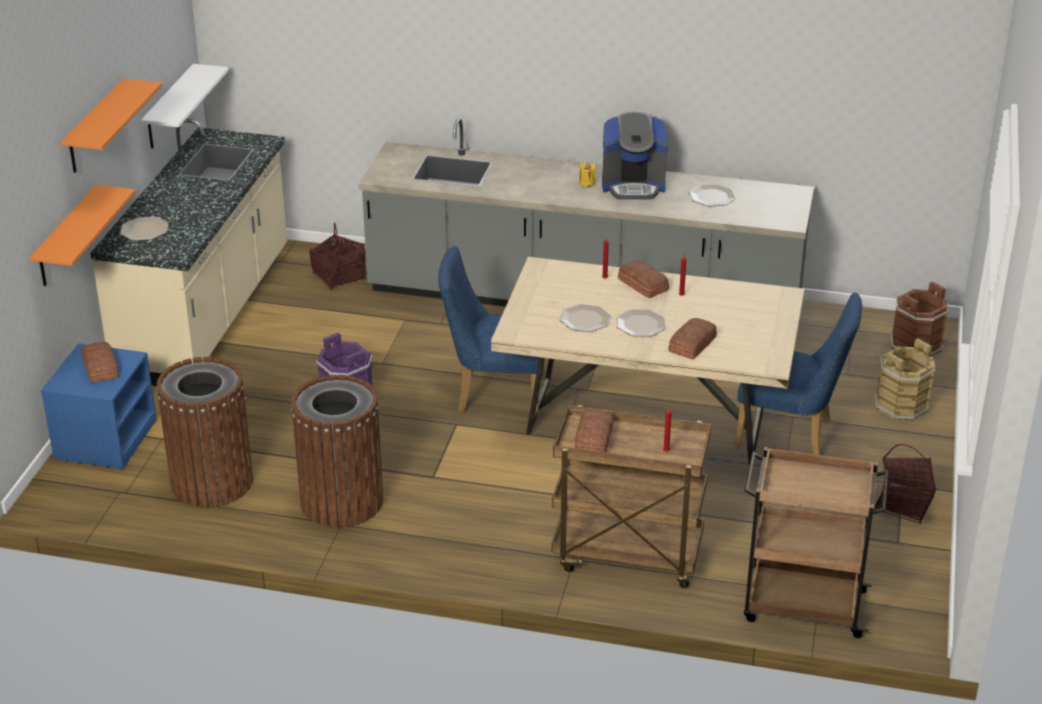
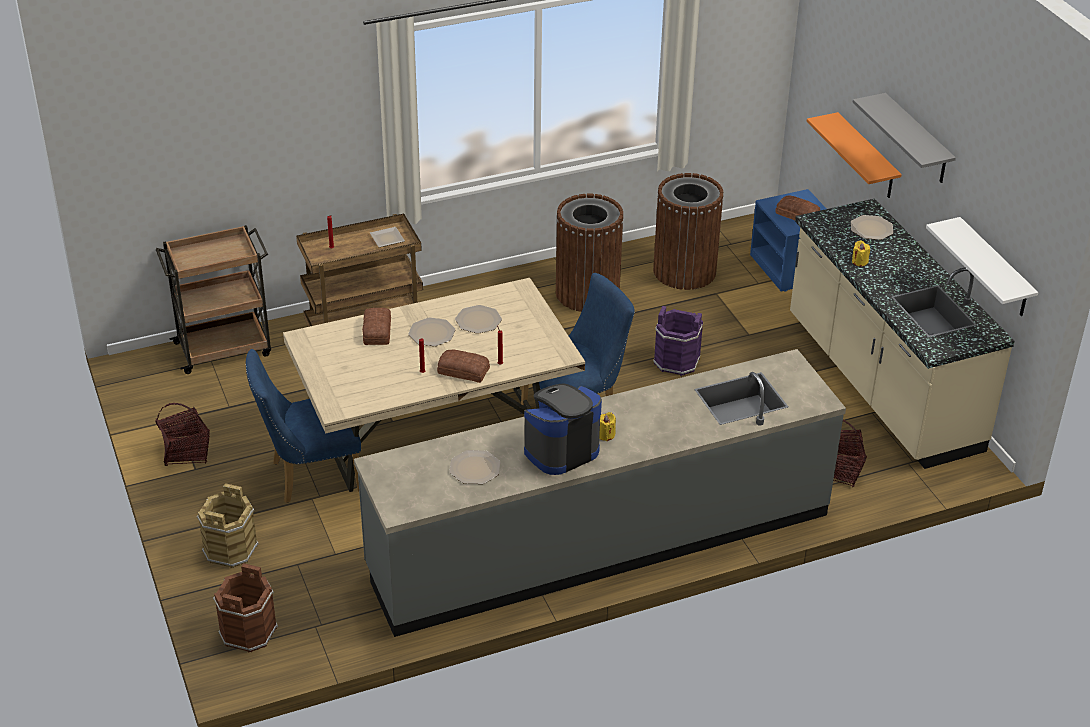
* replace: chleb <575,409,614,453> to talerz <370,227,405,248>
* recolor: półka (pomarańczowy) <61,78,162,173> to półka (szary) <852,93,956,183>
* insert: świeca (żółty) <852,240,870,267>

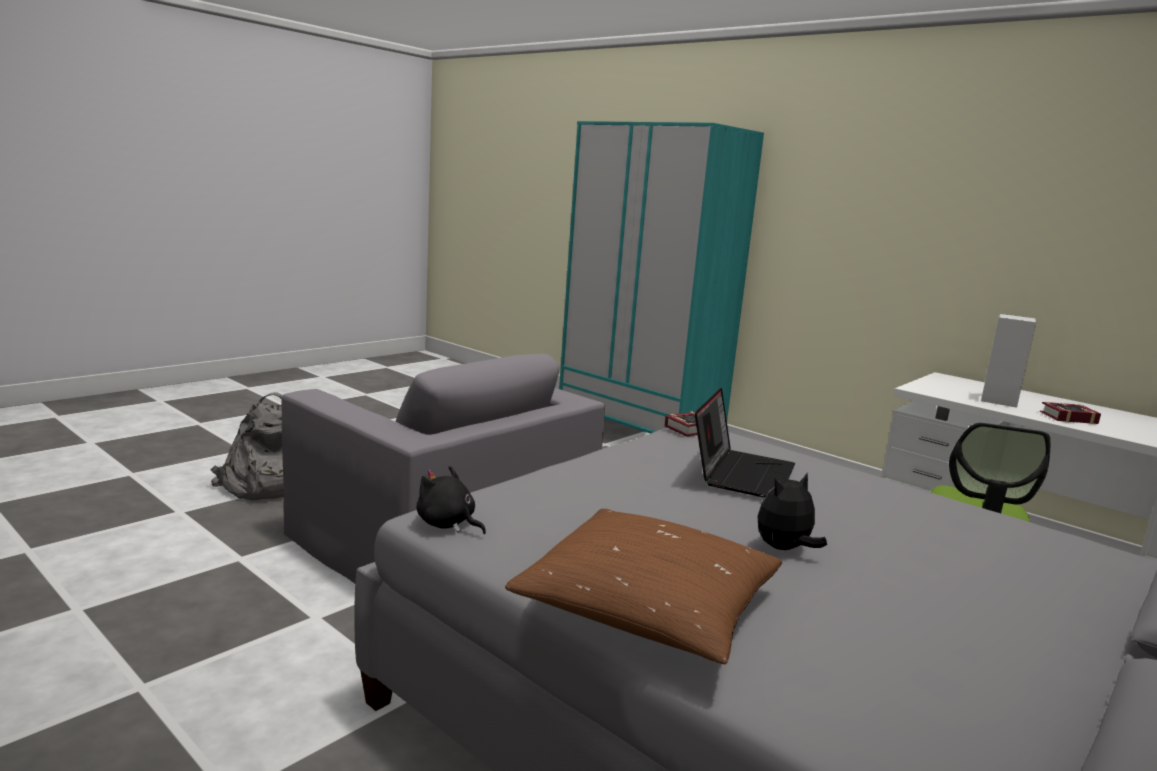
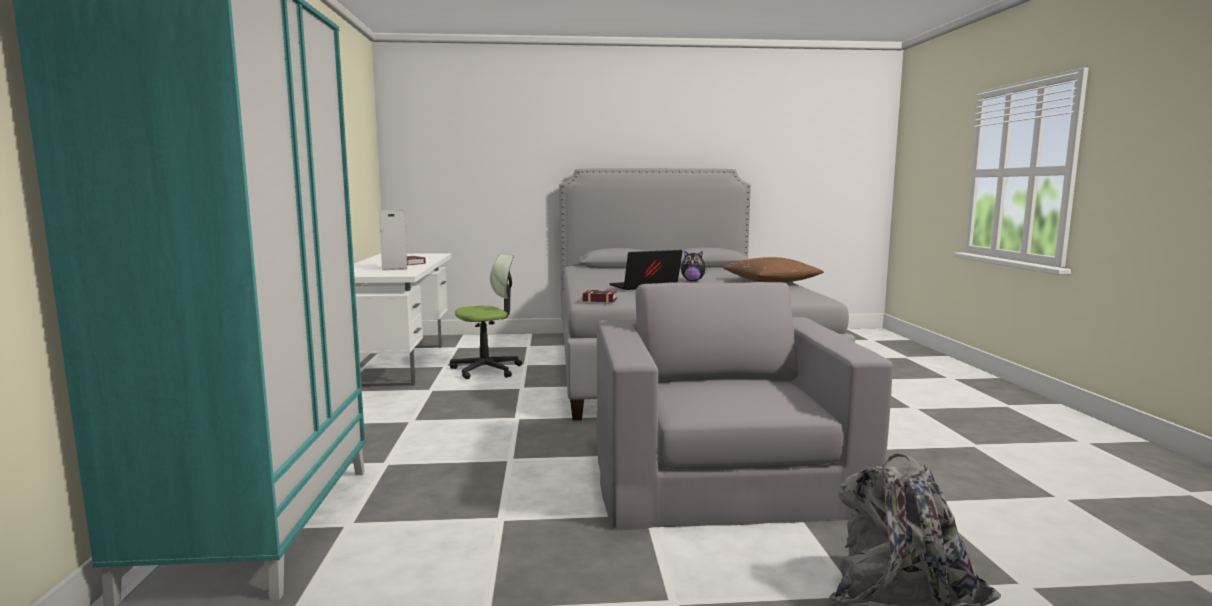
* delete: pluszak (czarny) <417,466,486,534>

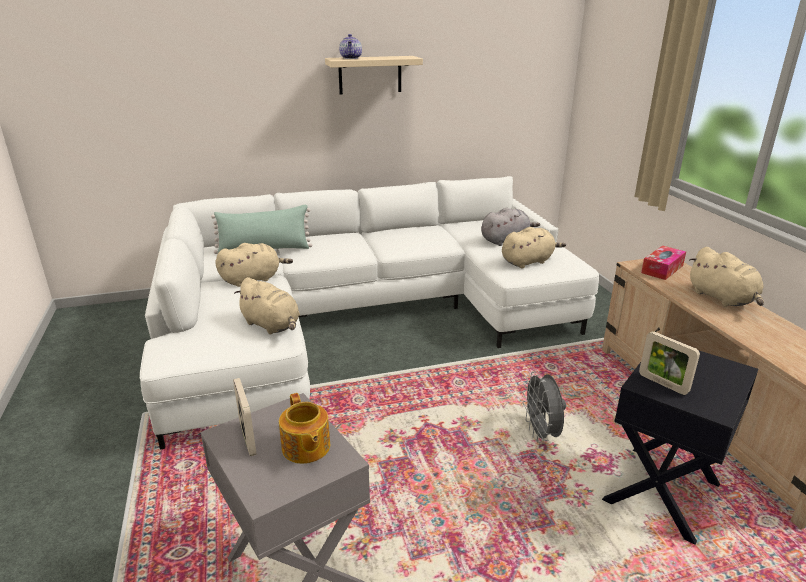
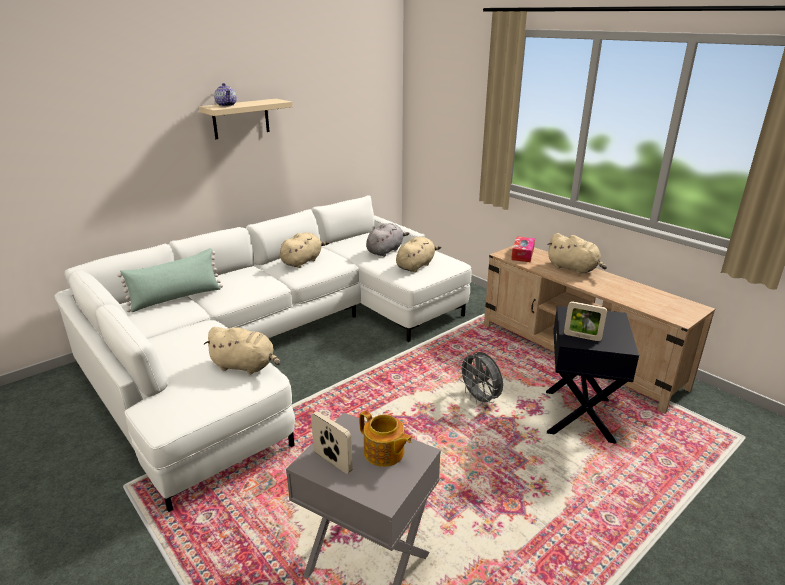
* move: pluszak (beżowy) <215,243,293,287> to <280,232,329,268>

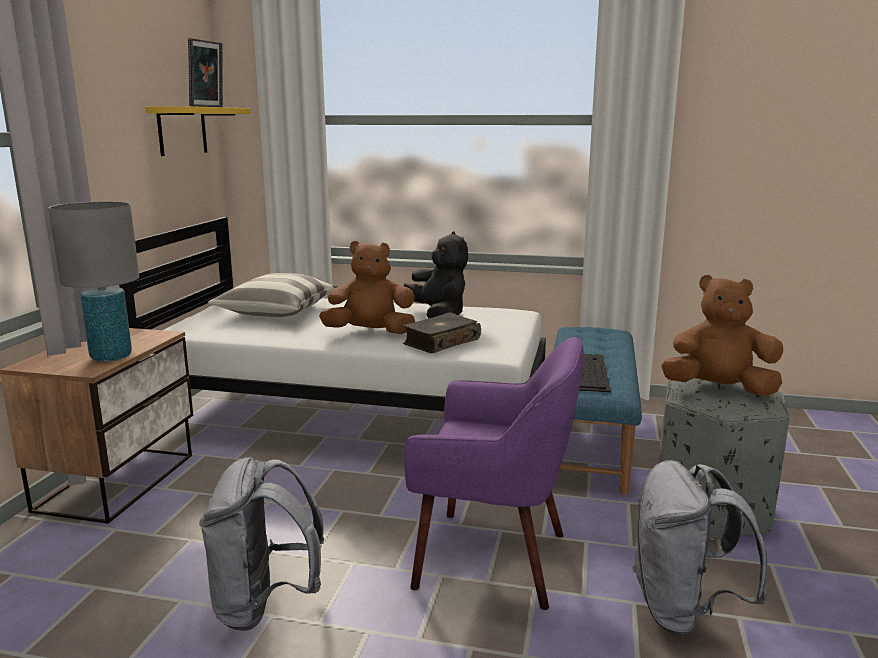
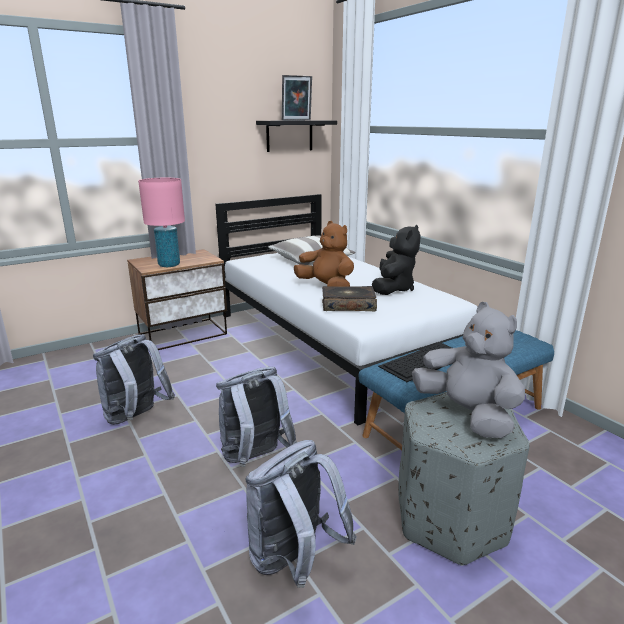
* recolor: lampa stołowa (szary) <48,201,139,362> to lampa stołowa (różowy) <138,178,185,267>
* replace: fotel (fioletowy) <404,337,584,610> to plecak (szary) <216,367,297,467>
* recolor: półka (żółty) <145,106,251,156> to półka (czarny) <256,120,337,152>
* recolor: pluszak (brązowy) <661,275,783,396> to pluszak (szary) <412,302,525,438>

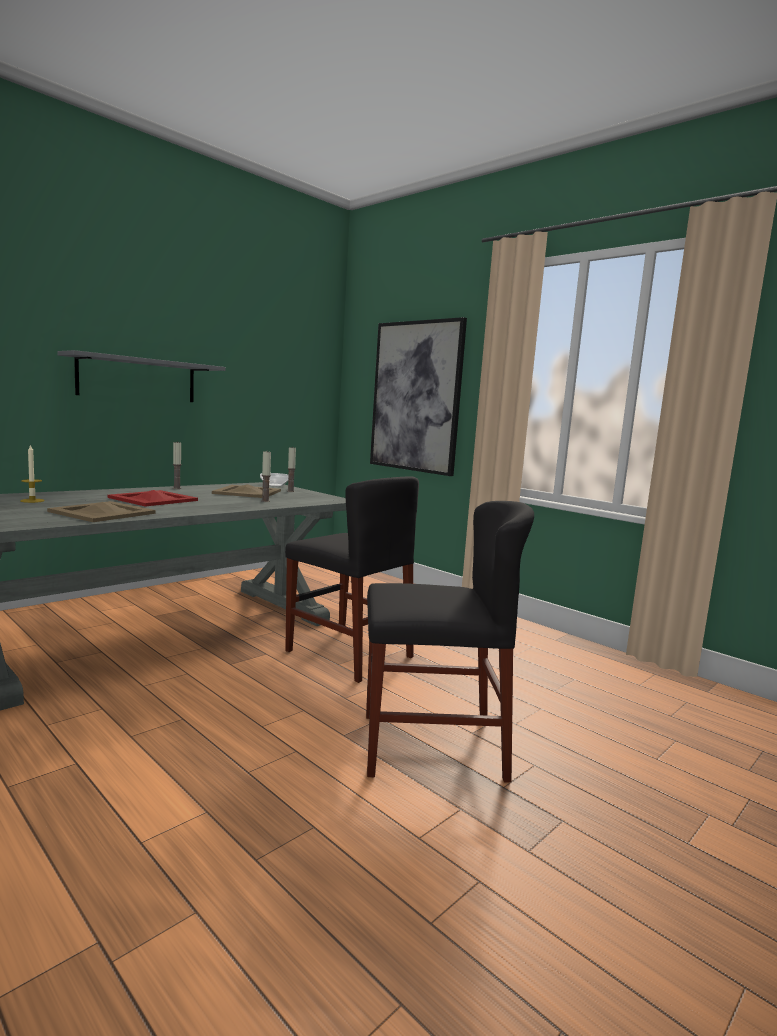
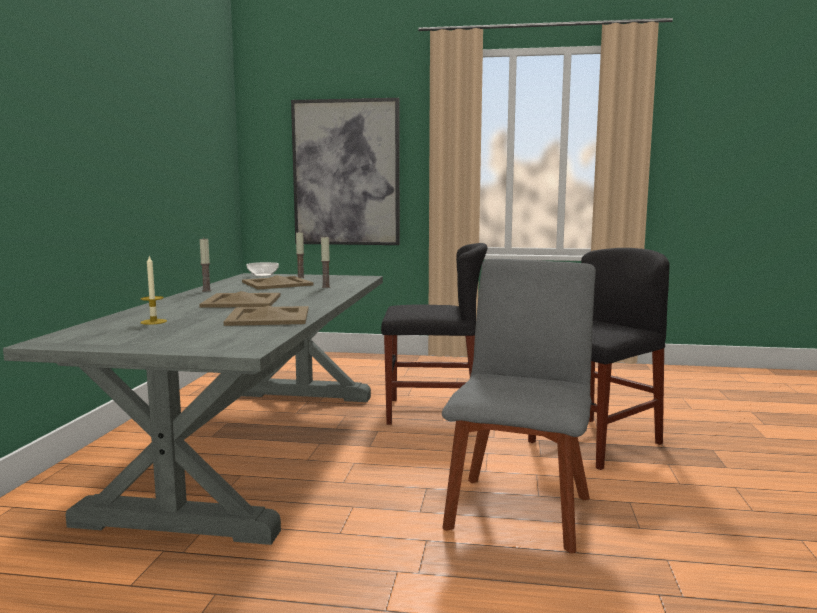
* recolor: taca (czerwony) <108,490,198,507> to taca (beżowy) <199,291,281,308>
* insert: krzesło (szary) <442,259,596,553>
* delete: półka (szary) <58,350,226,402>

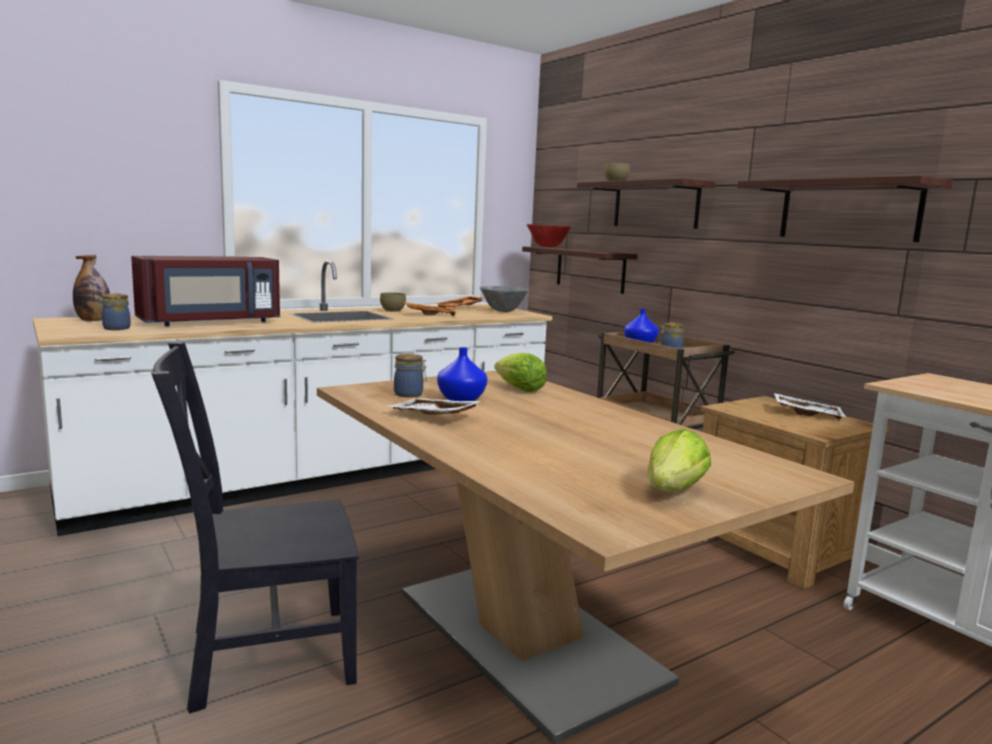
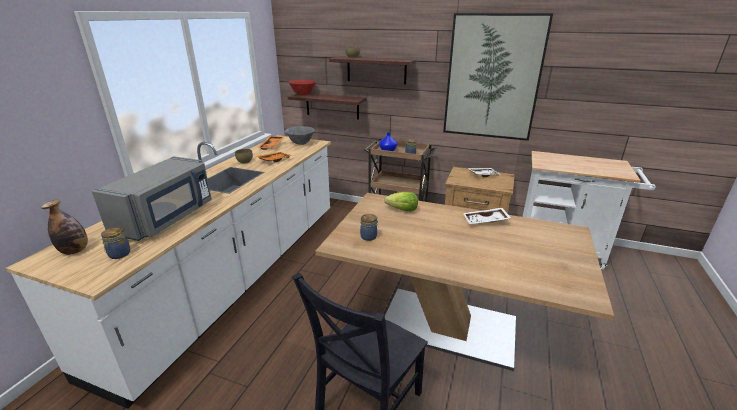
* recolor: mikrofalówka (czerwony) <131,256,280,326> to mikrofalówka (szary) <92,156,212,241>
* replace: półka <737,175,953,242> to obraz <443,13,553,141>
* move: taca (biały) <388,398,483,415> to <463,207,511,224>
* delete: wazon (niebieski) <437,347,488,401>
* delete: sałata <647,429,711,492>

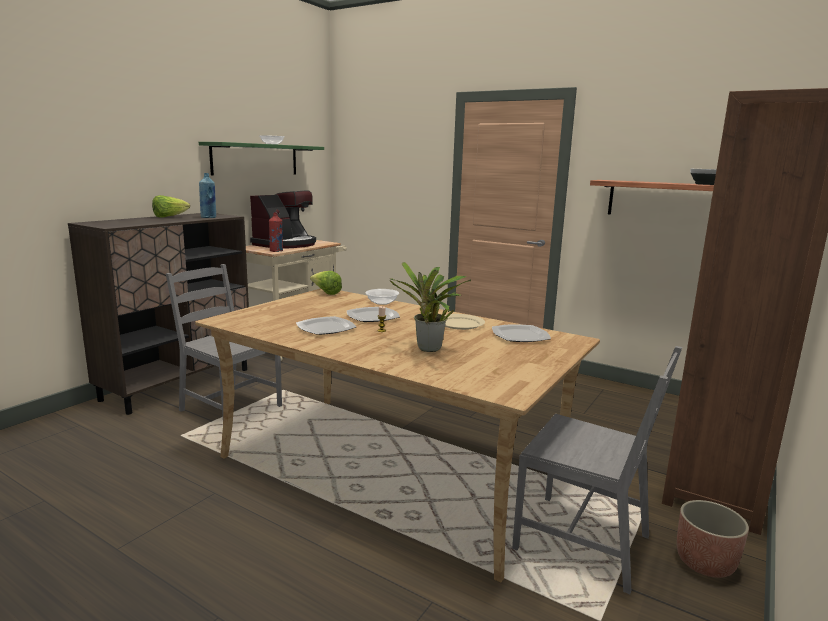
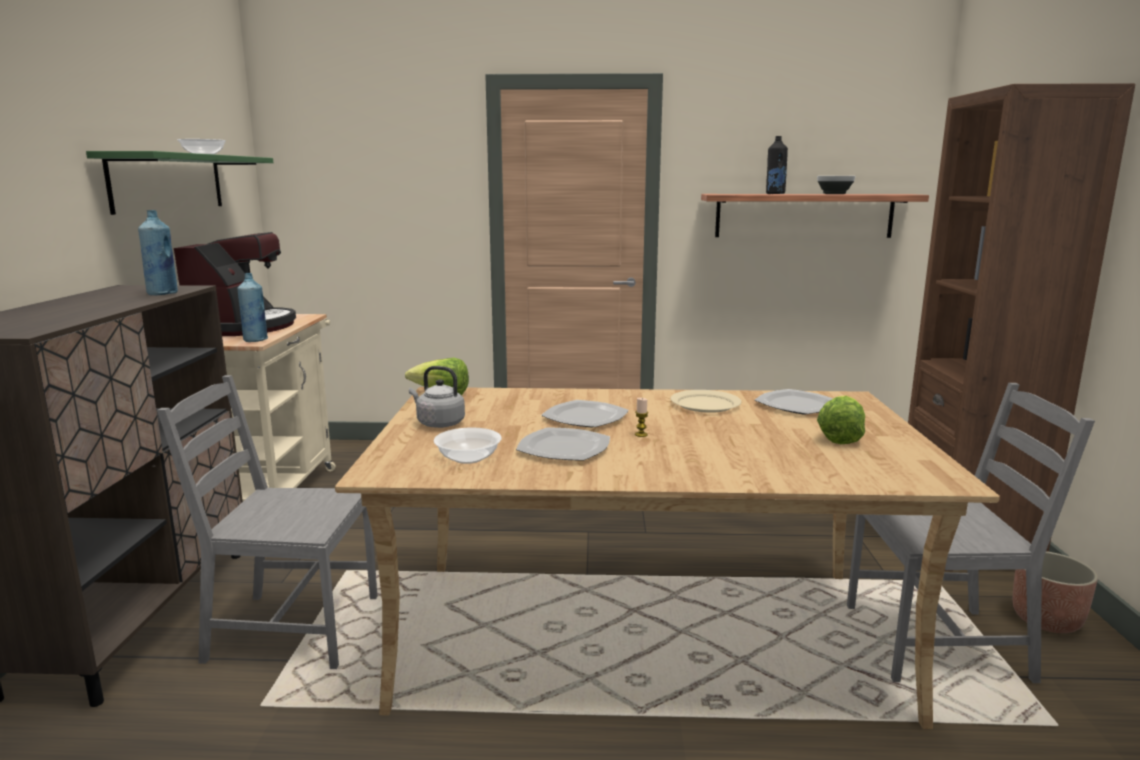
* recolor: butelka (czerwony) <269,212,283,252> to butelka (niebieski) <237,273,268,342>
* insert: czajnik (szary) <409,366,465,428>
* move: miska <365,289,399,305> to <434,428,502,464>
* insert: butelka (czarny) <766,136,788,194>
* move: sałata <152,195,190,218> to <817,395,865,444>
* delete: roślina doniczkowa <390,262,471,352>

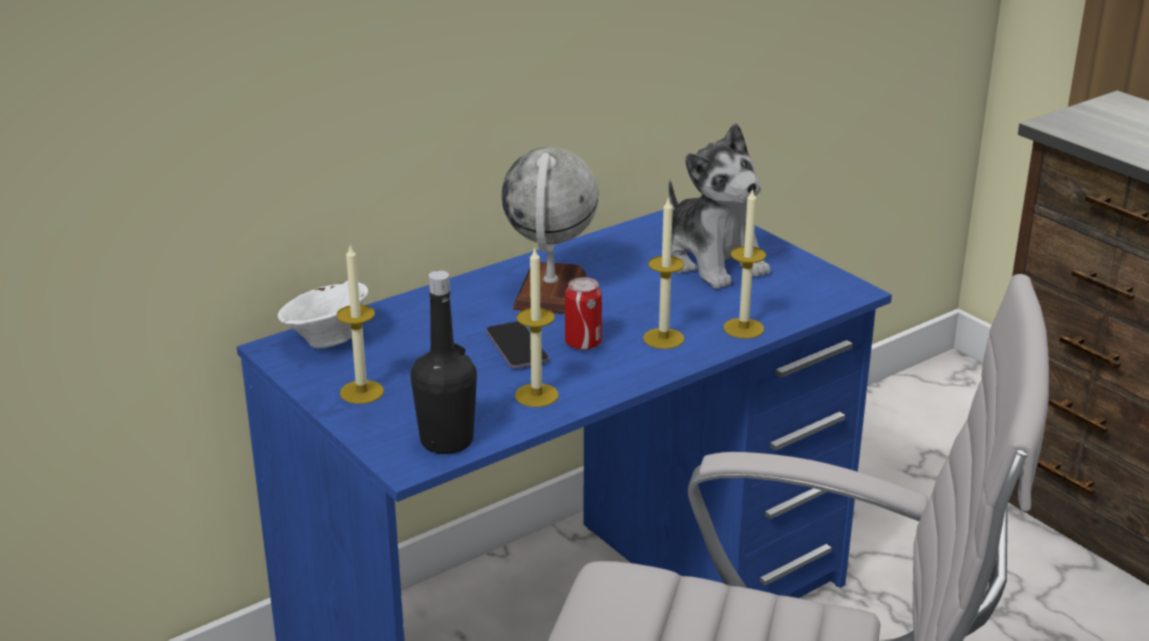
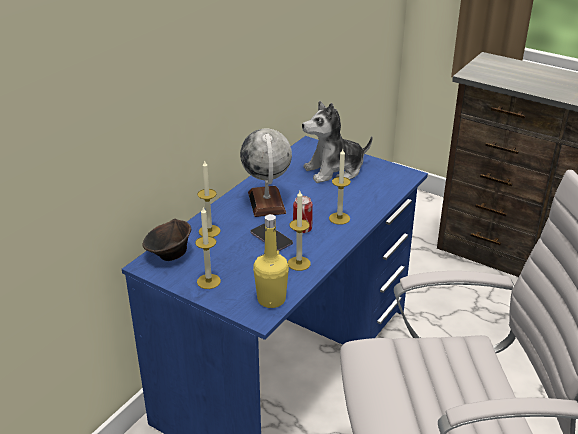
* recolor: miska (biały) <278,281,368,348> to miska (brązowy) <143,219,191,261>
* move: świeca <724,188,766,339> to <197,160,220,237>
* recolor: butelka (czarny) <411,270,477,454> to butelka (żółty) <253,214,289,308>
* rotate: pluszak <668,123,770,289> = <302,101,373,183> 120 degrees clockwise

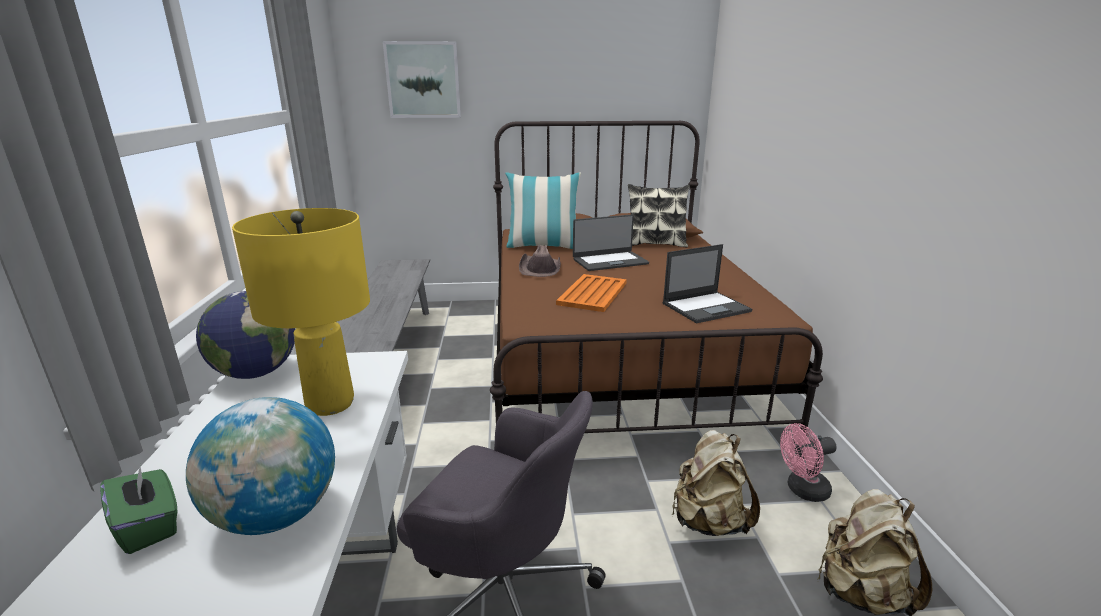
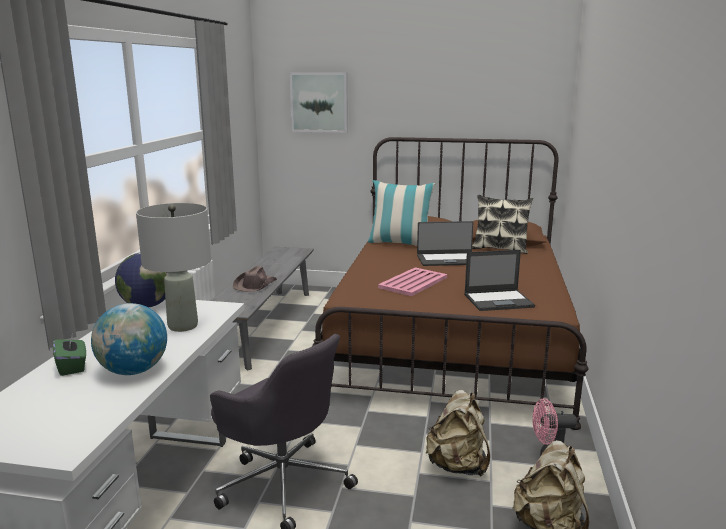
* recolor: lampa stołowa (żółty) <232,208,370,416> to lampa stołowa (szary) <136,203,211,332>
* move: kapelusz (brązowy) <519,245,561,277> to <233,266,277,292>
* recolor: taca (pomarańczowy) <556,274,627,312> to taca (różowy) <378,267,447,296>

